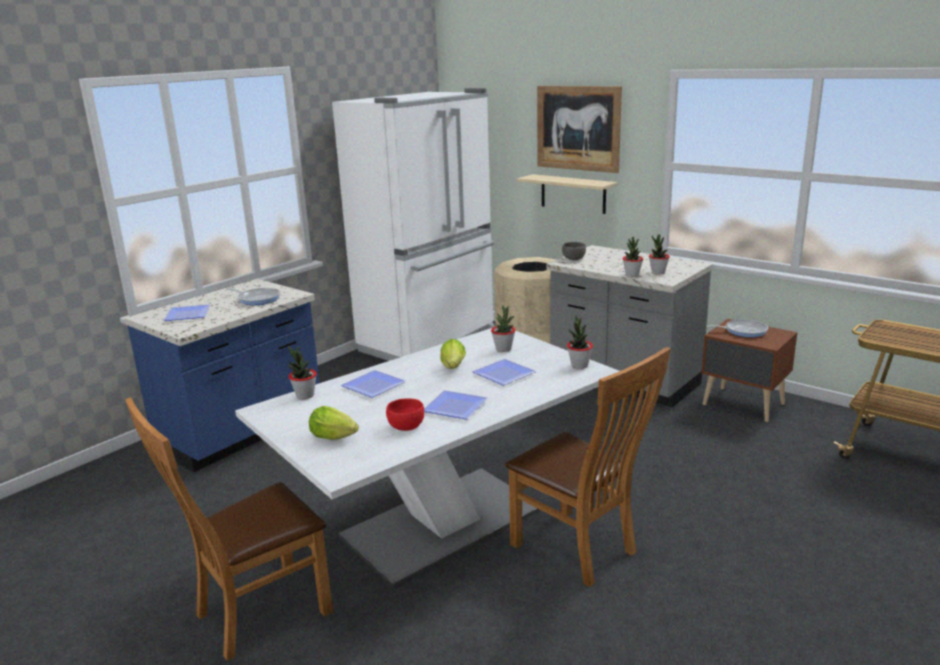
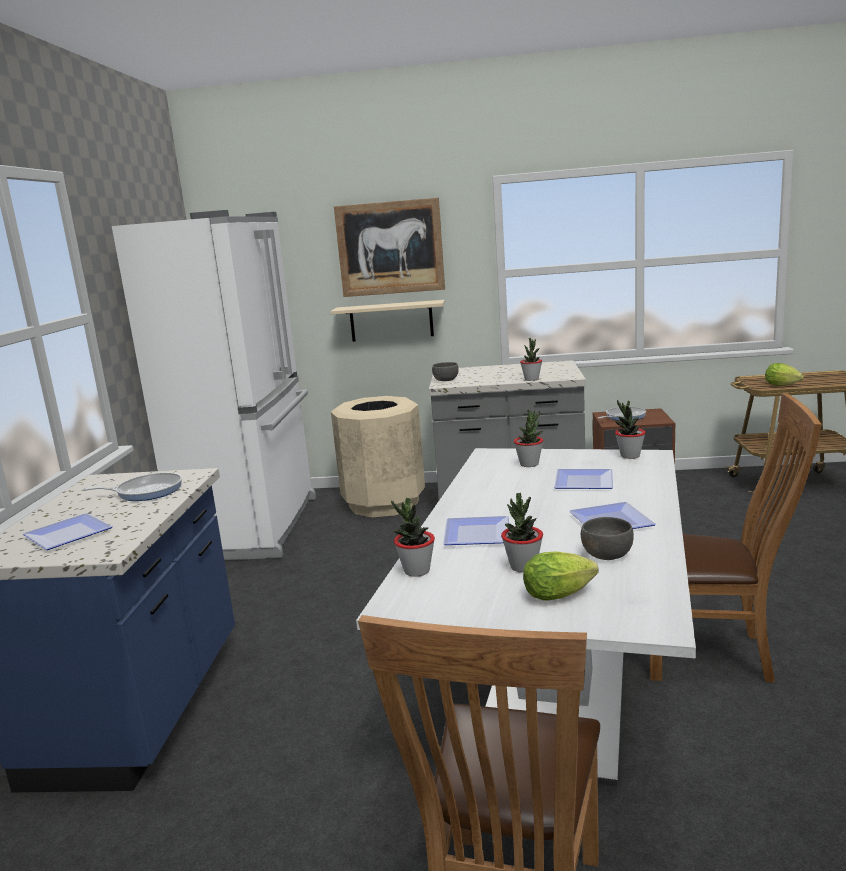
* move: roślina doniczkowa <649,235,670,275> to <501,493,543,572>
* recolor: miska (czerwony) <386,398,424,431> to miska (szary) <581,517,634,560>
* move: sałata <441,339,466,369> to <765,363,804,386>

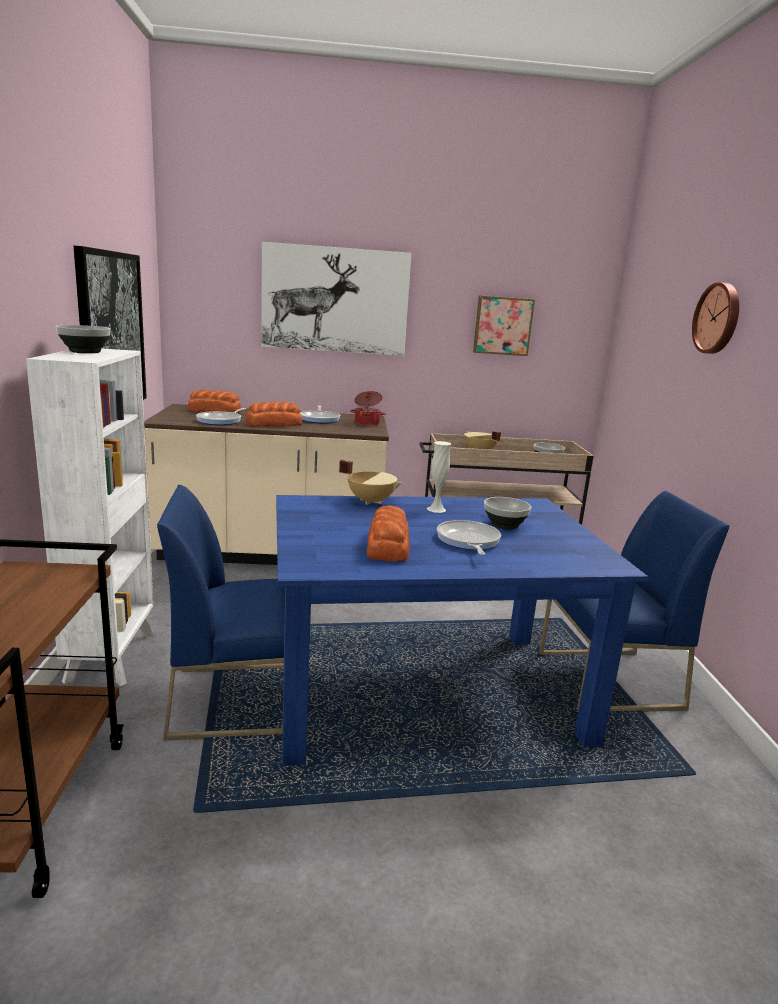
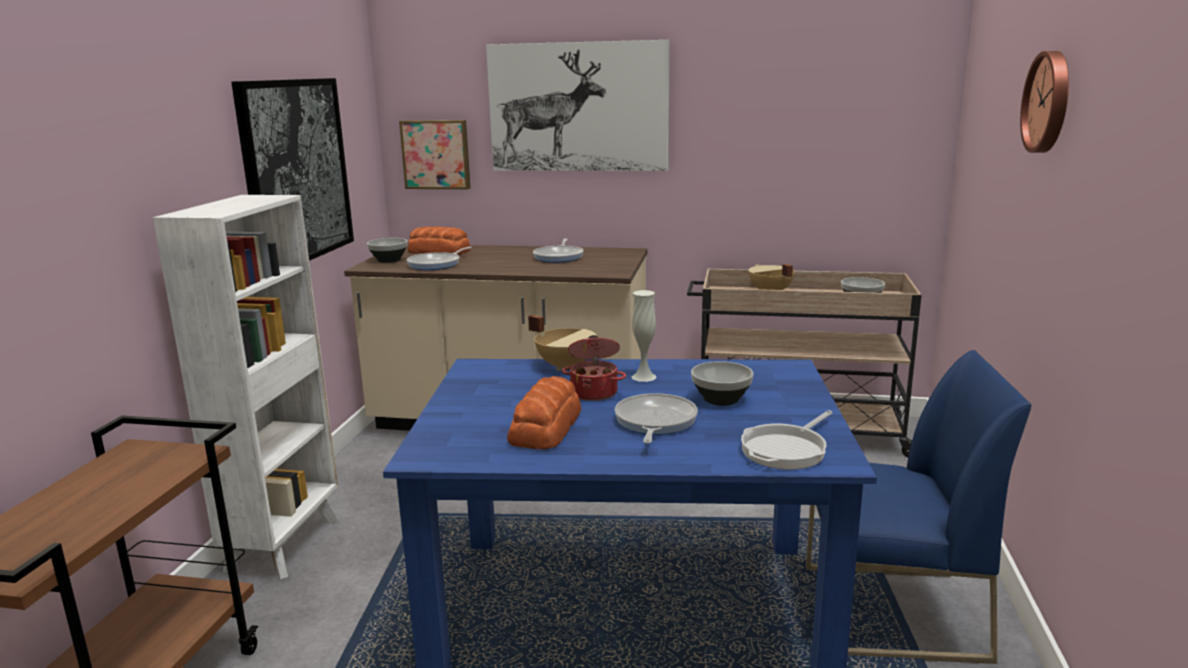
* move: miska <56,325,111,353> to <367,238,408,263>
* move: obraz <473,295,535,356> to <399,120,470,189>
* move: garnek <350,391,386,426> to <562,335,626,401>
* insert: patelnia <741,410,832,470>
* delete: krzesło (niebieski) <157,485,285,741>
* delete: chleb <246,402,302,427>

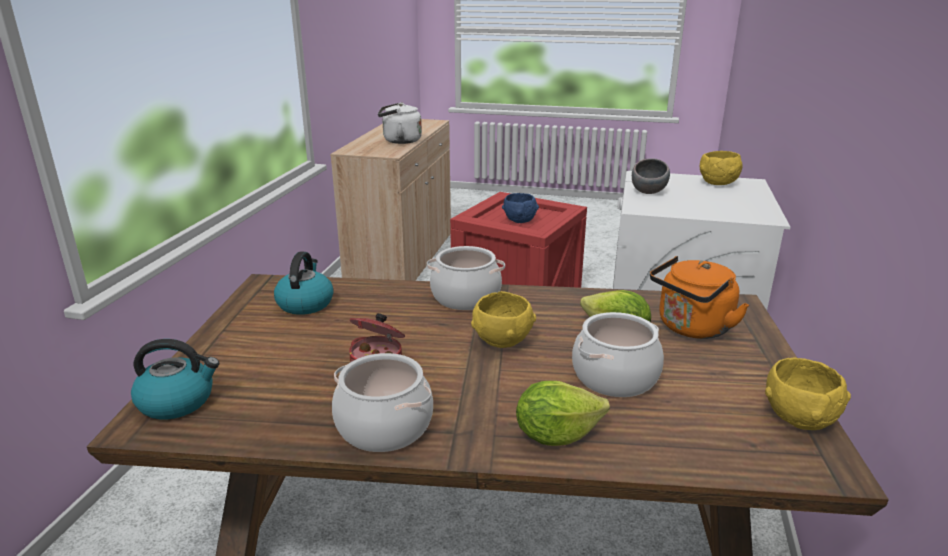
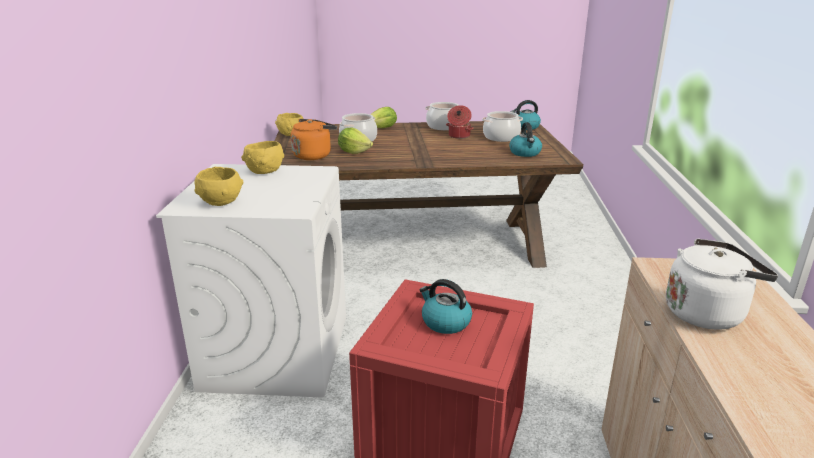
* move: miska (żółty) <471,291,536,348> to <241,141,284,174>
* replace: miska (niebieski) <502,193,539,223> to czajnik <419,279,472,334>
* move: garnek <427,246,505,310> to <482,111,523,142>
* delete: miska (szary) <632,158,670,194>

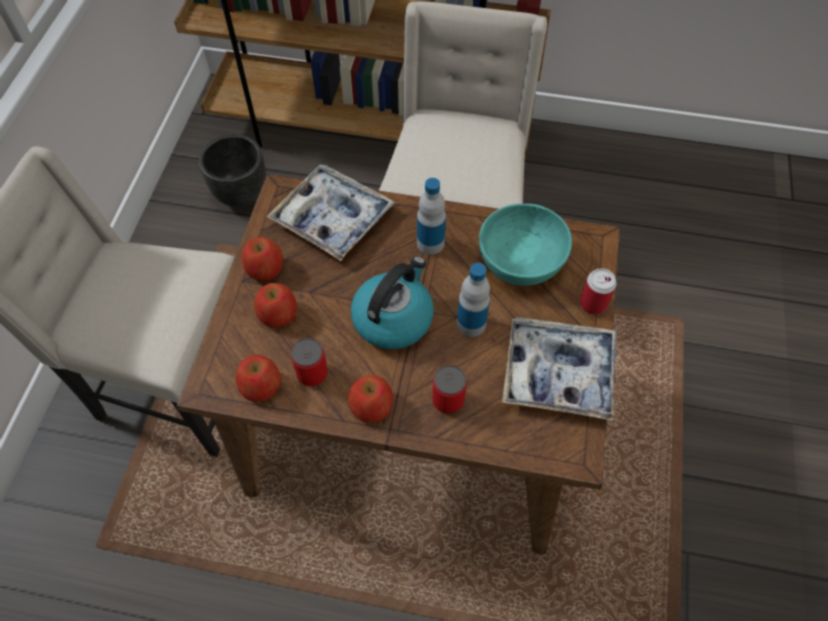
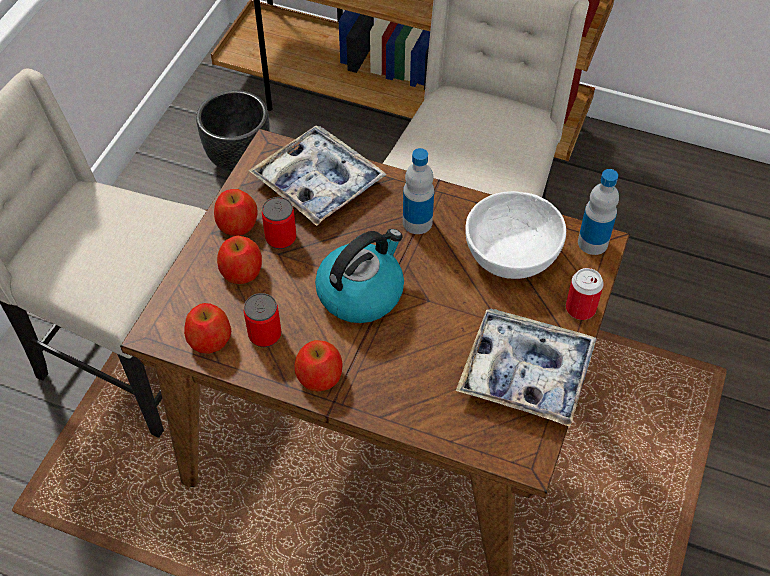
* move: puszka <432,365,467,414> to <262,197,296,249>
* recolor: miska (turkusowy) <479,204,572,286> to miska (biały) <465,191,566,279>
* move: butelka <457,263,490,337> to <578,169,619,255>

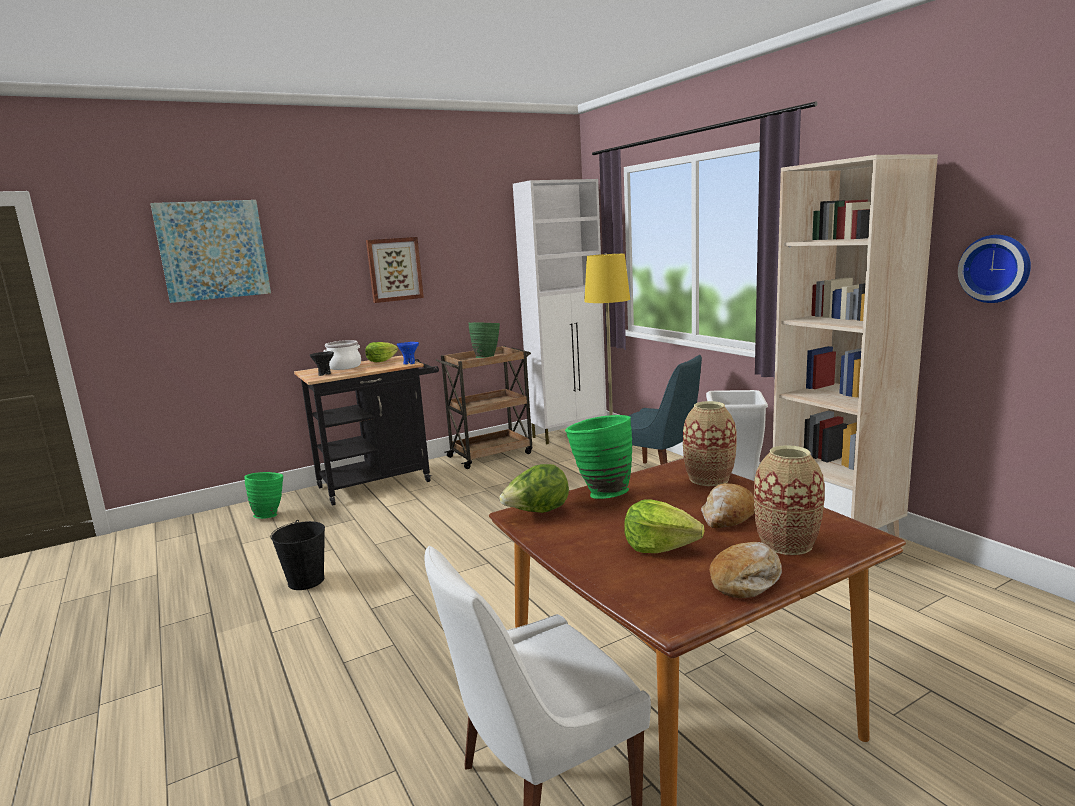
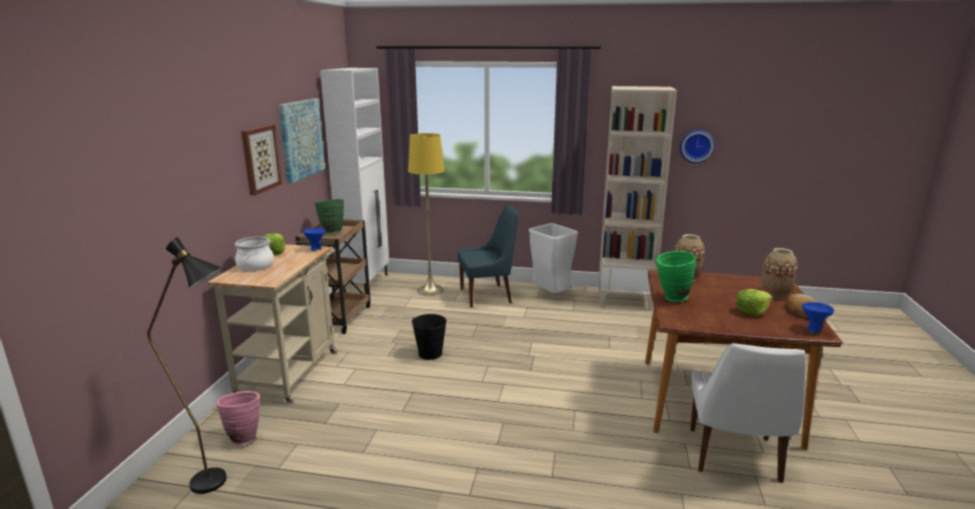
* insert: lampa stojąca (czarny) <147,237,227,494>
* recolor: wózek (czarny) <294,355,439,506> to wózek (beżowy) <208,244,337,404>
* recolor: wazon (zielony) <245,472,283,519> to wazon (różowy) <217,391,260,445>
* move: obraz <150,200,271,303> to <278,98,325,184>
* move: wiadro (czarny) <270,520,325,590> to <412,314,447,360>
* insert: miska (niebieski) <802,302,834,333>
* delete: miska (czarny) <309,351,334,376>
* delete: sałata <499,464,569,513>
* delete: chleb <701,483,754,528>

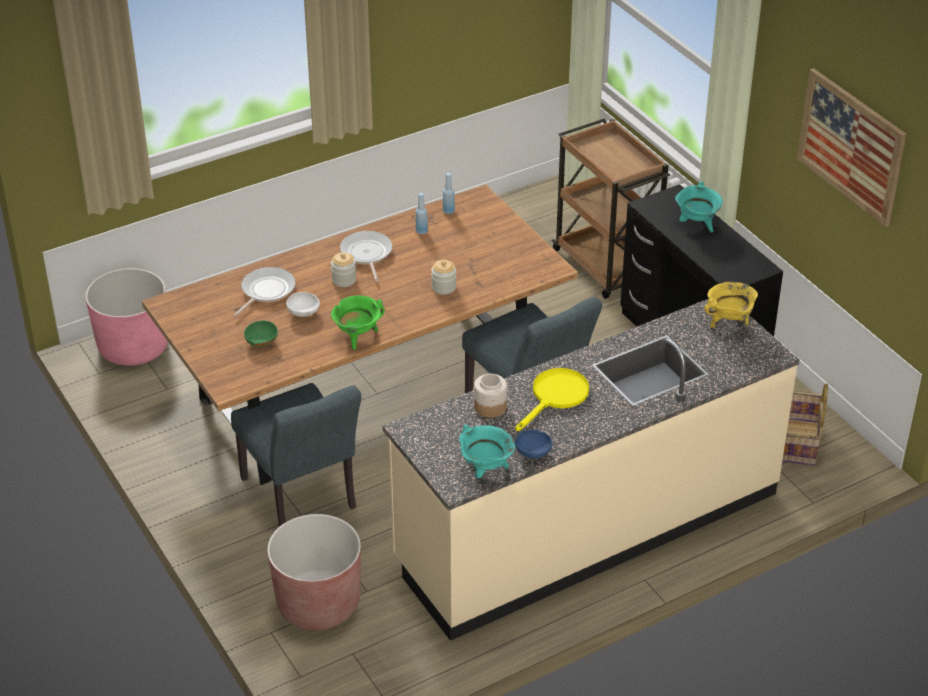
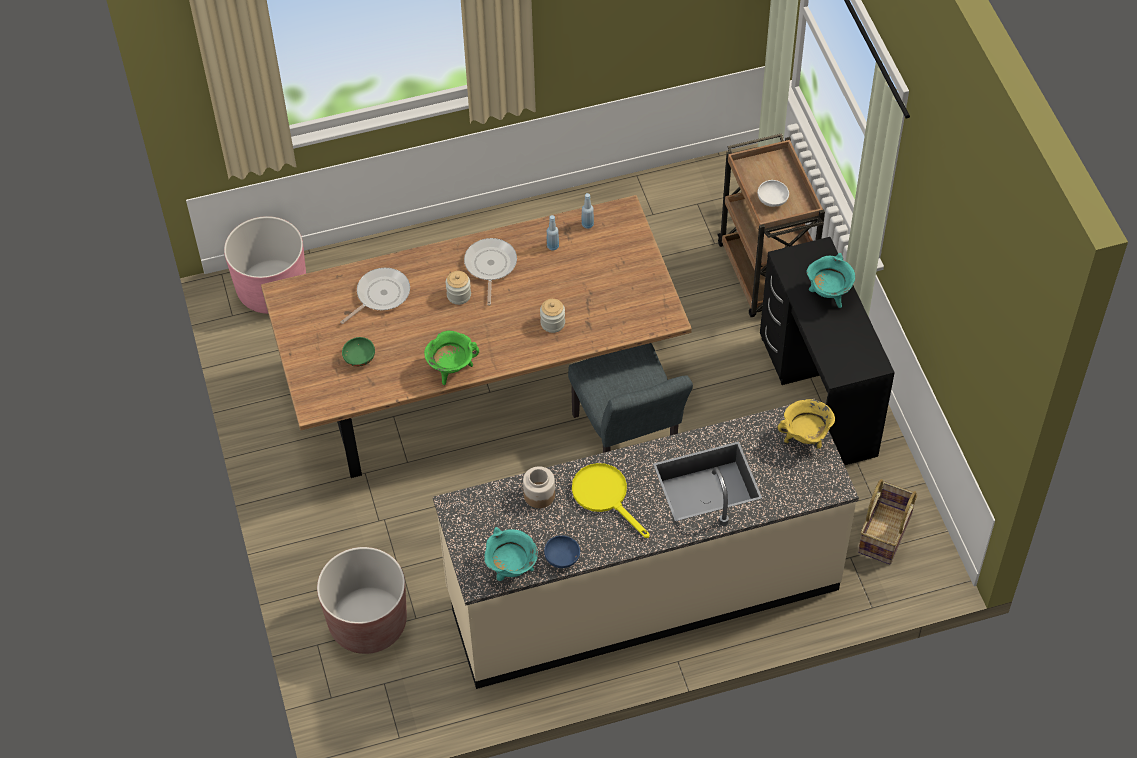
* rotate: patelnia (żółty) <516,368,589,431> = <572,463,649,538> 90 degrees counterclockwise
* move: miska (biały) <286,292,320,317> to <757,180,789,207>
* delete: krzesło (szary) <231,383,361,527>
* delete: obraz <797,68,906,227>

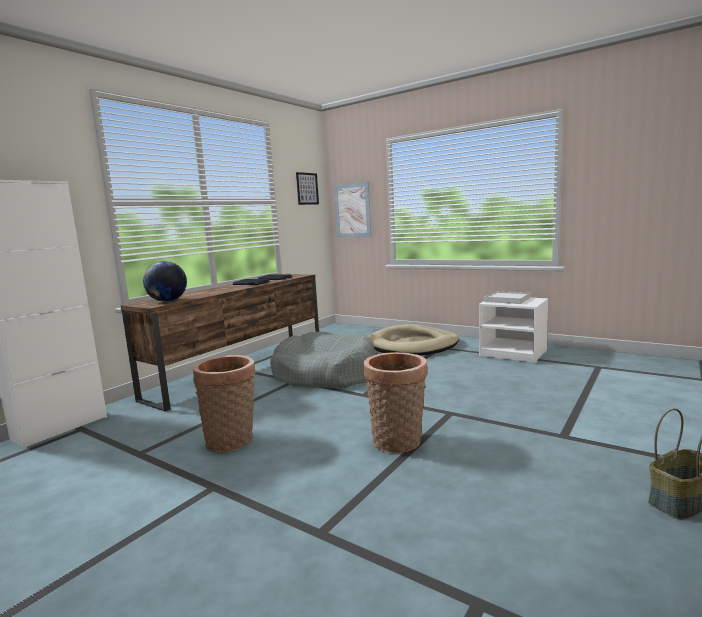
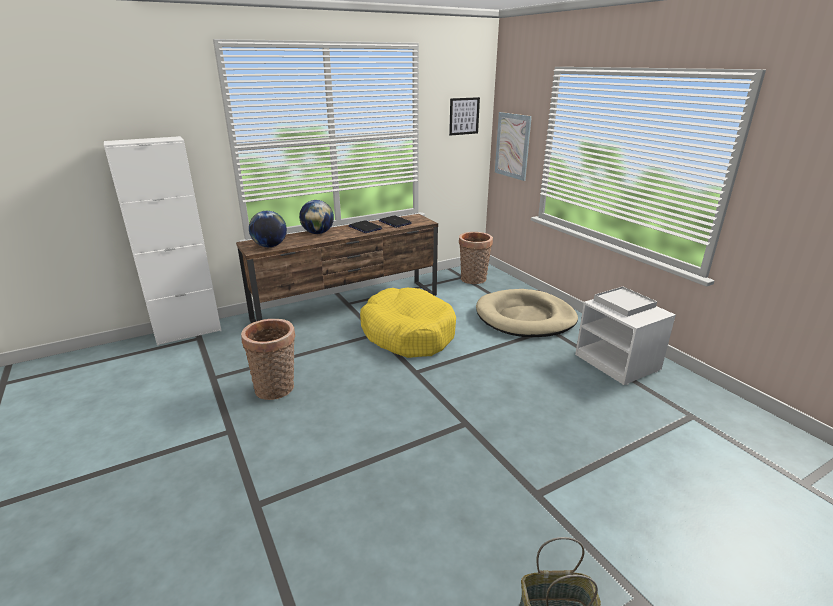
* insert: globus <299,200,334,234>
* recolor: legowisko (szary) <270,331,374,388> to legowisko (żółty) <360,288,456,358>
* move: koszyk <364,352,427,453> to <459,232,493,284>

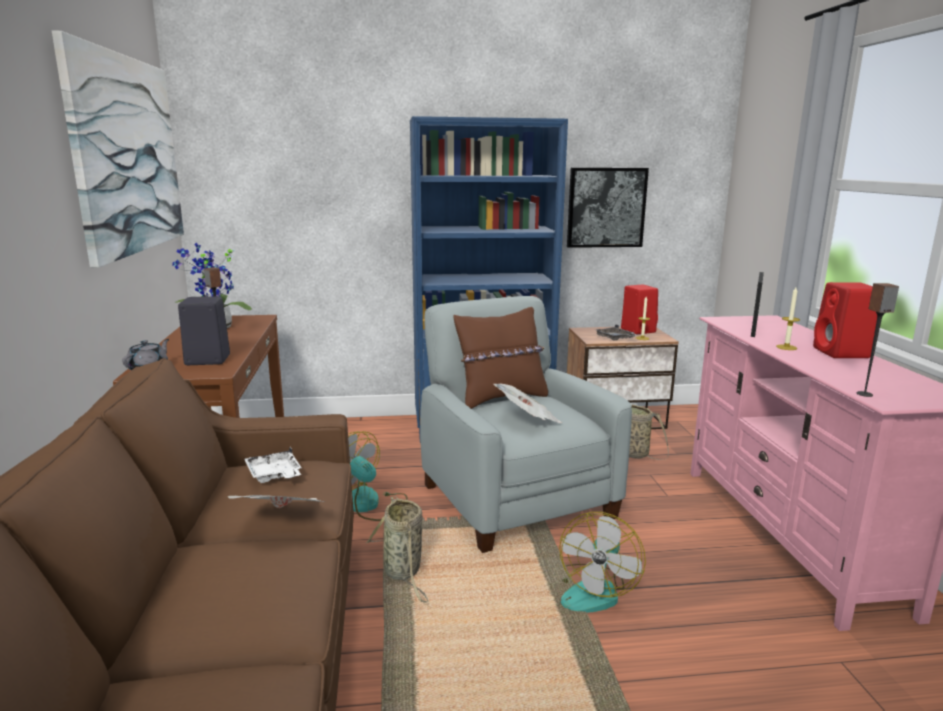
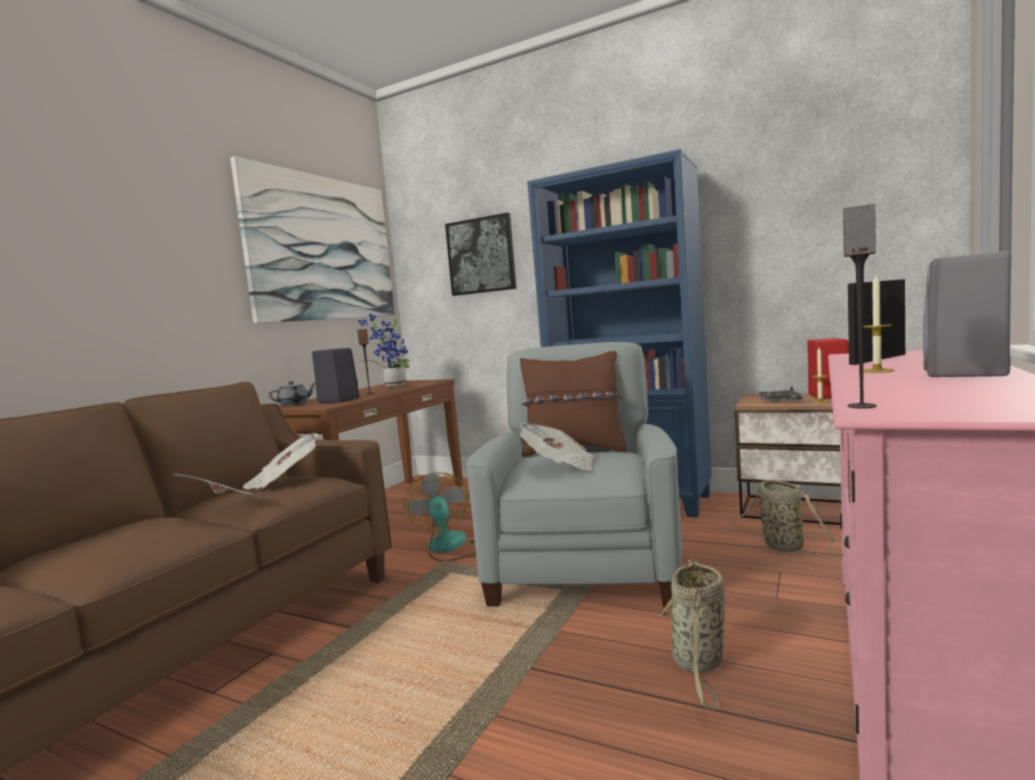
* replace: taca (biały) <244,447,302,483> to gazeta <243,433,319,489>
* move: obraz <567,168,649,248> to <445,213,517,296>
* move: koszyk <366,496,429,603> to <658,559,725,709>
* recolor: głośnik (czerwony) <813,282,877,358> to głośnik (szary) <923,251,1011,377>
* delete: wentylator <559,512,646,613>

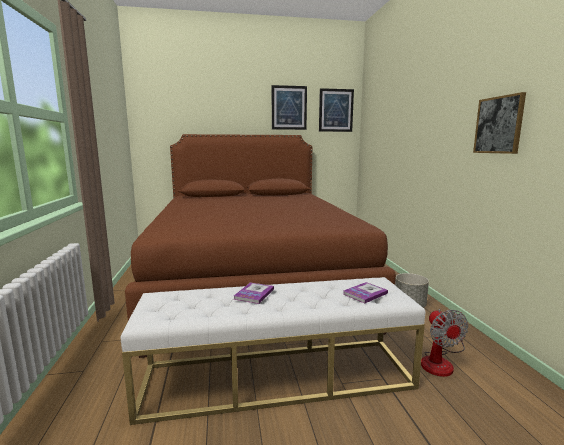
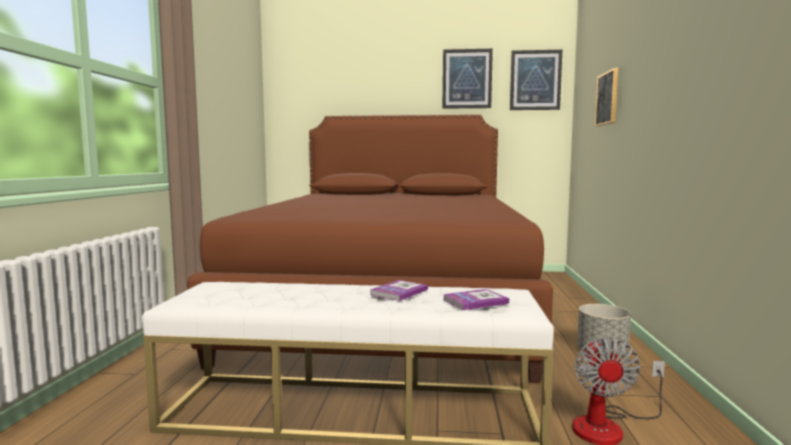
* move: książka <233,282,274,304> to <370,280,428,301>
* move: obraz <473,92,526,154> to <595,68,618,126>

